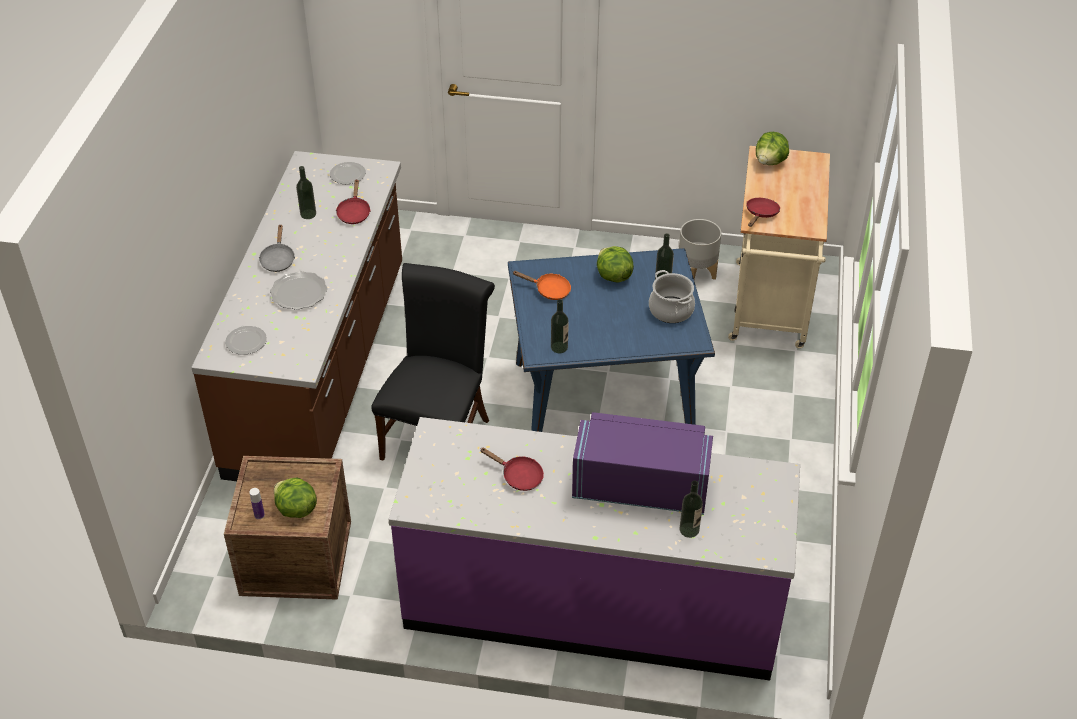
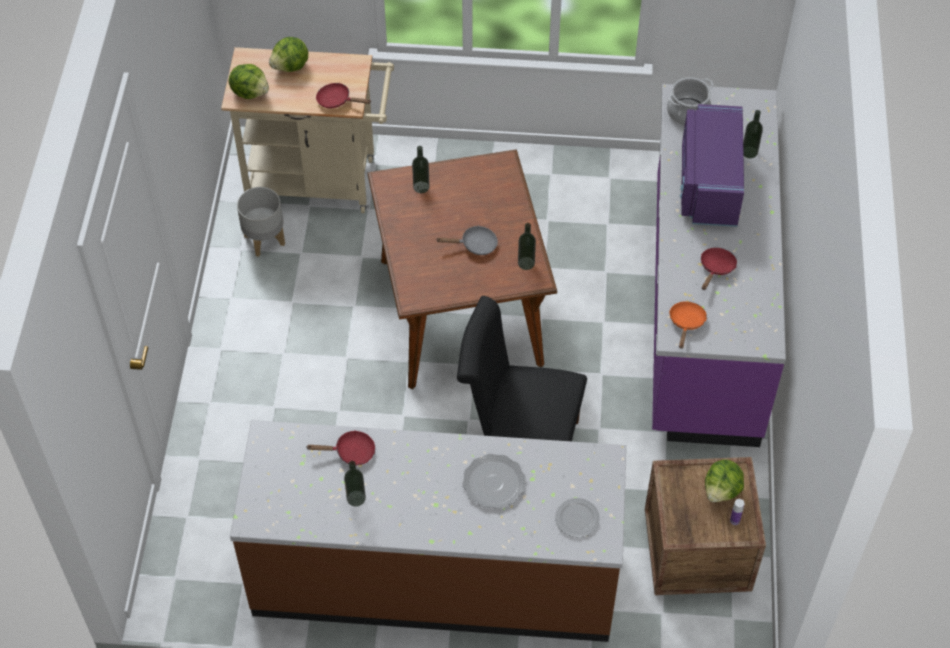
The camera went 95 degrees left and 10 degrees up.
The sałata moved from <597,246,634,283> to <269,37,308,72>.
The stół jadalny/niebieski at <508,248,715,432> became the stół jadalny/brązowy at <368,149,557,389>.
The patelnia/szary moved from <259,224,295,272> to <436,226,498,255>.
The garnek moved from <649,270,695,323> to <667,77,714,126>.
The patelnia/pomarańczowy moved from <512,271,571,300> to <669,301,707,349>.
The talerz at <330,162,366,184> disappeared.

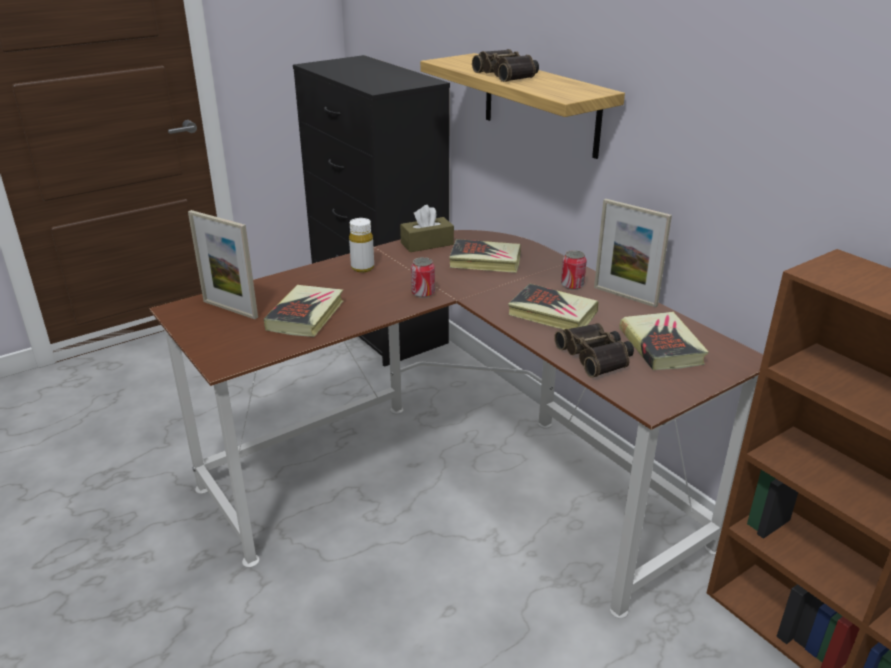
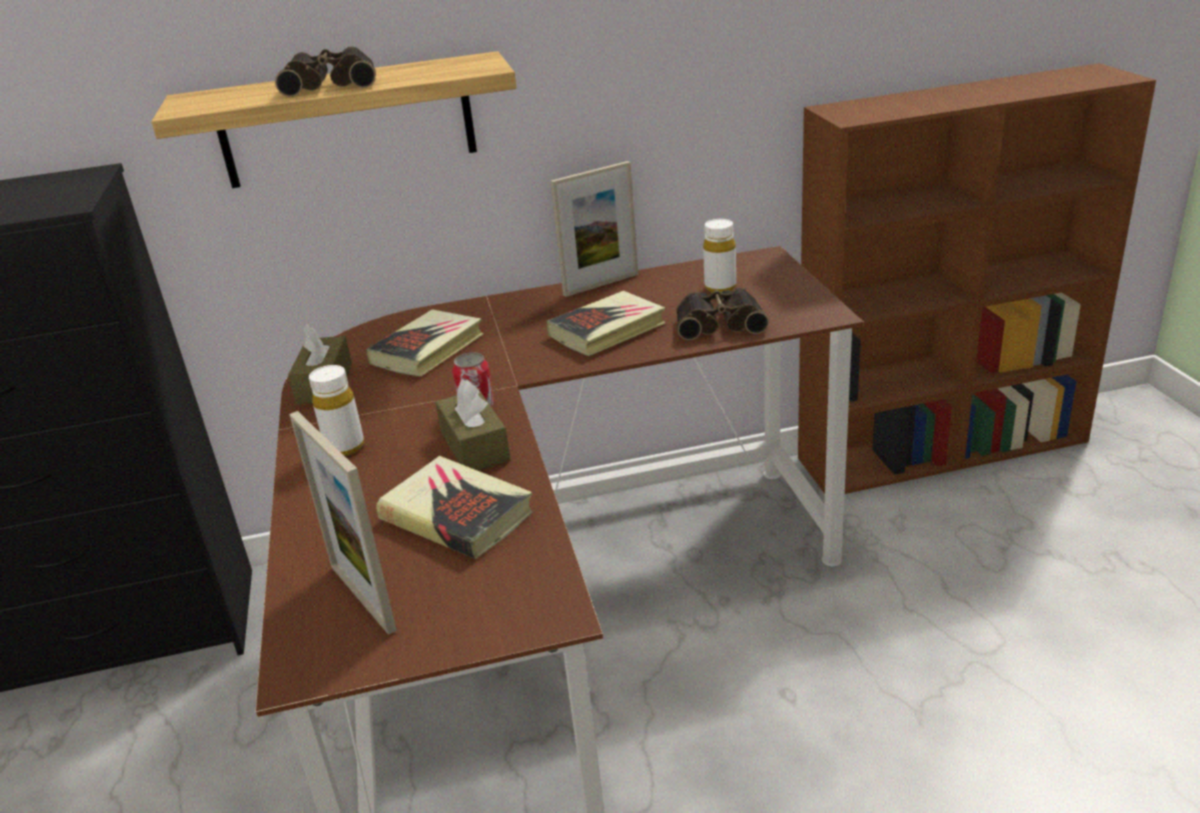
The camera went 65 degrees left and 0 degrees up.
The ramka na zdjęcie at <188,210,258,319> turned 90 degrees clockwise.
The pudełko chusteczek/brązowy at <435,379,511,471> appeared.
The książka at <619,312,709,370> was replaced by the butelka/biały at <703,219,736,292>.
The puszka at <561,250,587,290> disappeared.

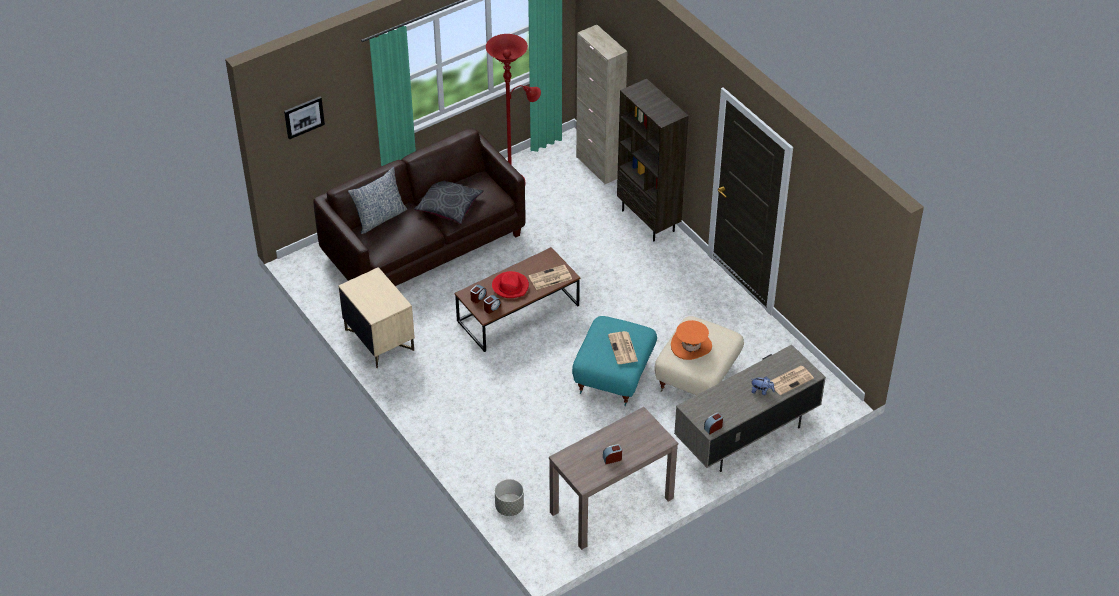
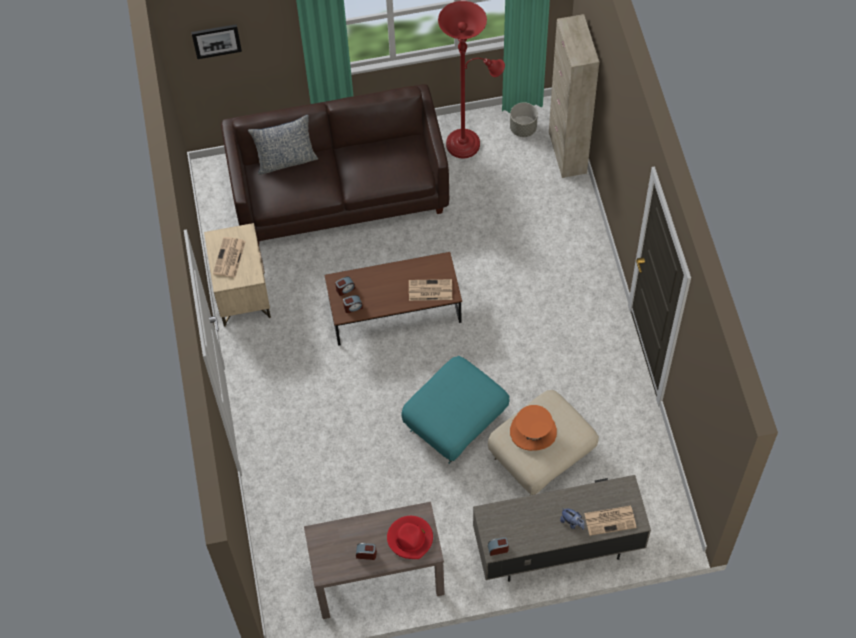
The camera went 25 degrees right and 15 degrees up.
The gazeta moved from <608,331,638,364> to <213,237,246,278>.
The kapelusz/czerwony moved from <492,271,529,298> to <387,516,433,559>.
The donica/szary moved from <495,479,524,516> to <510,102,538,137>.
The poduszka/szary at <414,181,484,224> disappeared.
The regał/brązowy at <617,79,688,241> disappeared.

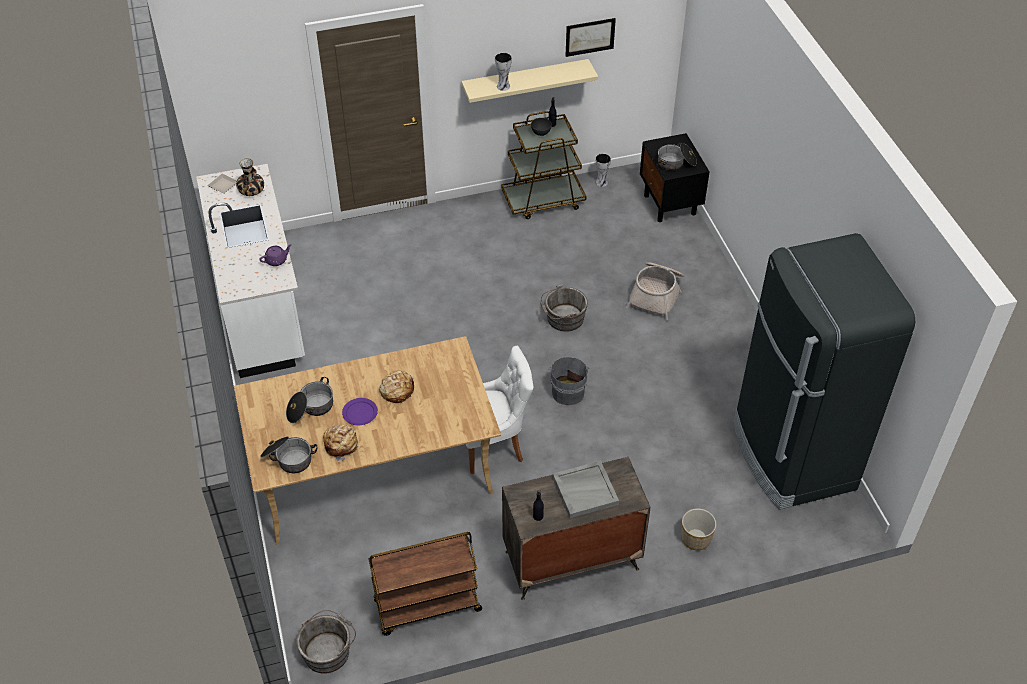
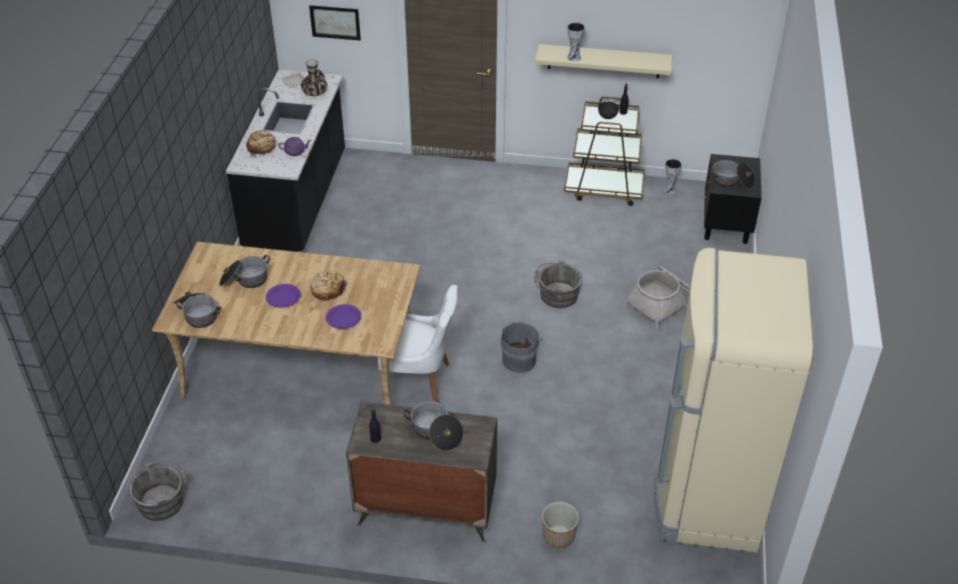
The camera went 25 degrees right and 5 degrees down.
The zabudowa kuchenna/biały at <196,164,305,378> became the zabudowa kuchenna/czarny at <226,70,345,252>.
The chleb moved from <323,424,359,462> to <246,130,276,156>.
The obraz moved from <566,18,616,57> to <309,5,361,40>.
The talerz/fioletowy at <326,304,361,329> appeared.
The taca/szary at <553,461,619,518> was replaced by the garnek at <404,401,464,451>.
The lodówka/czarny at <734,233,915,510> became the lodówka/beżowy at <654,248,813,552>.
The wózek/brązowy at <368,532,482,636> disappeared.

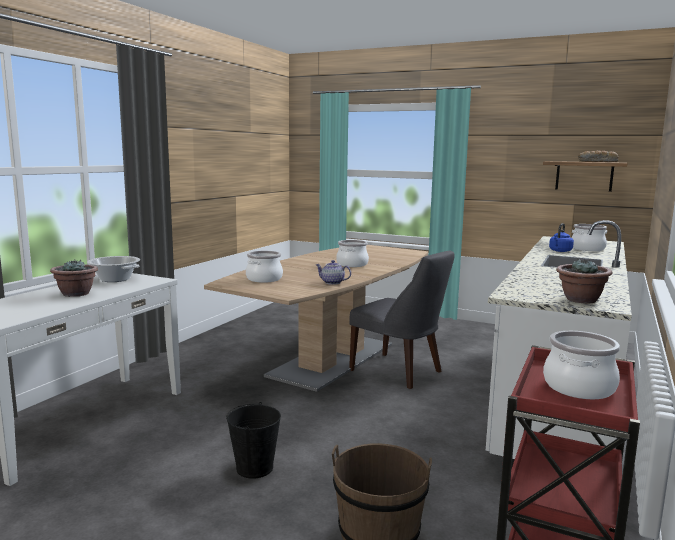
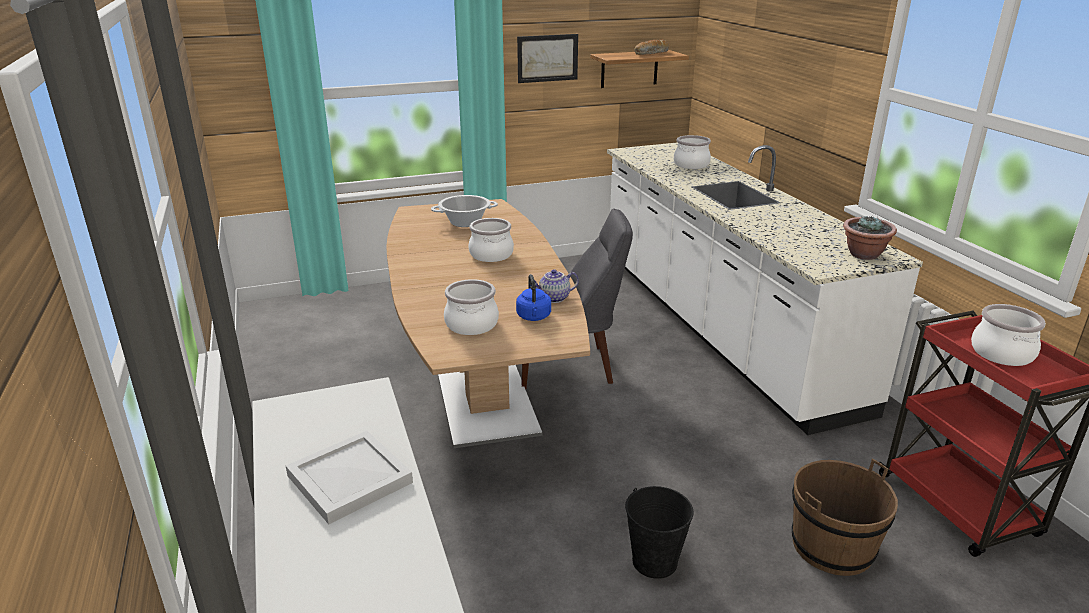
The camera went 45 degrees left and 15 degrees up.
The roślina doniczkowa at <50,259,98,297> was replaced by the taca/biały at <286,431,413,524>.
The garnek moved from <87,256,140,282> to <431,195,498,227>.
The czajnik/niebieski moved from <549,223,574,252> to <516,274,551,321>.
The obraz at <517,34,578,83> appeared.

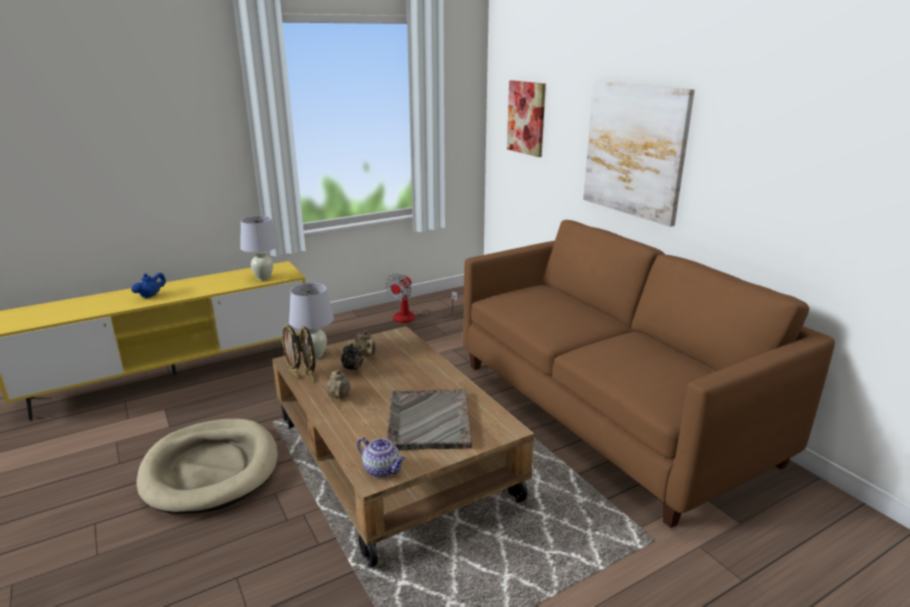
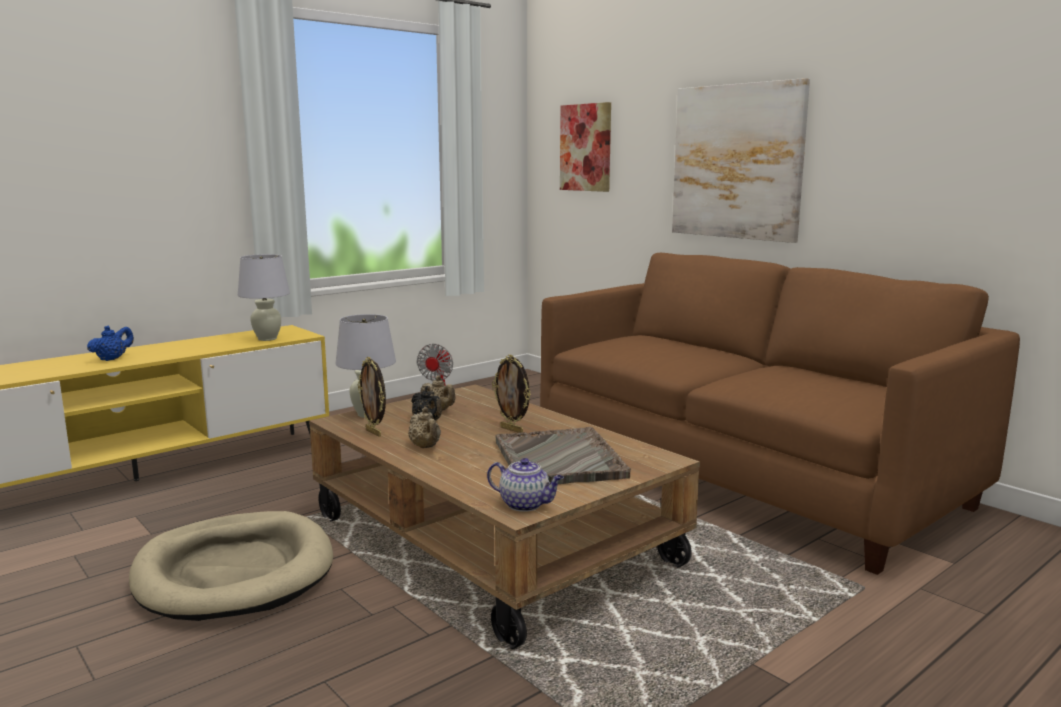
The camera went 10 degrees left and 10 degrees down.
The ramka na zdjęcie moved from <282,324,301,380> to <492,355,531,433>.

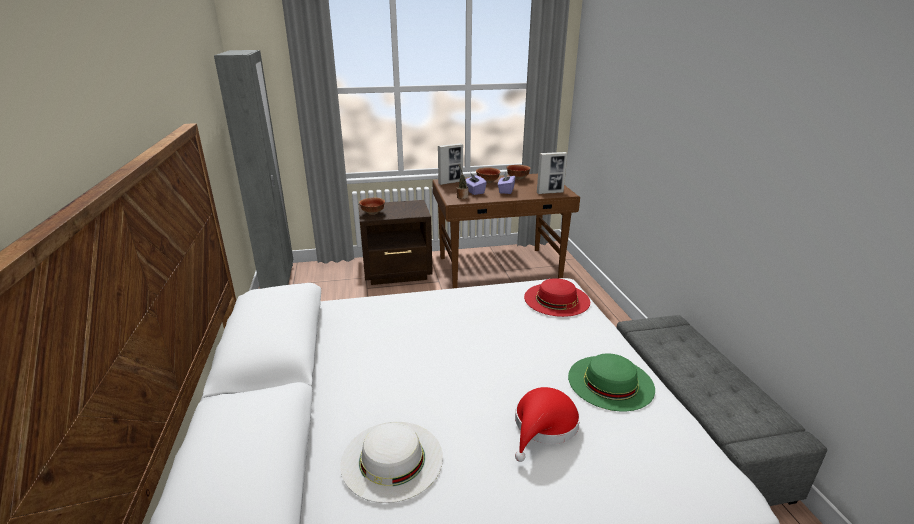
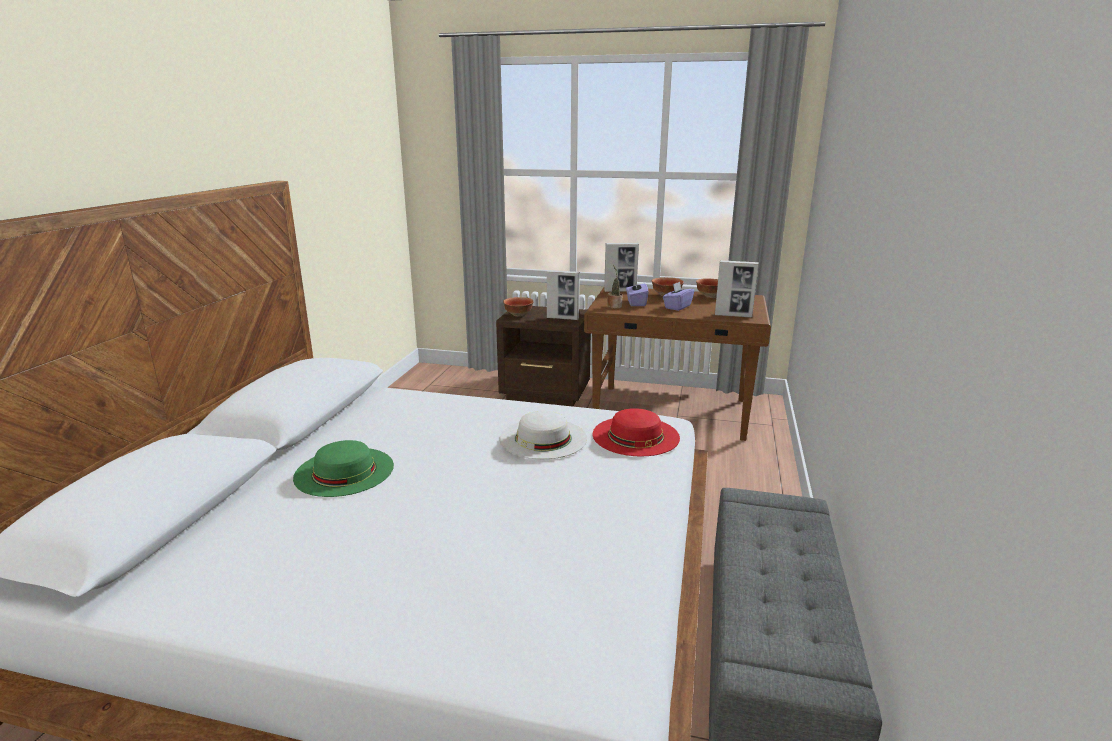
The camera went 25 degrees right and 5 degrees down.
The kapelusz/zielony moved from <568,353,655,411> to <293,440,394,497>.
The kapelusz/biały moved from <341,422,443,503> to <500,411,587,459>.
The ramka na zdjęcie at <547,270,580,320> appeared.
The szafa/szary at <214,50,293,289> disappeared.
The kapelusz/czerwony at <515,387,580,462> disappeared.

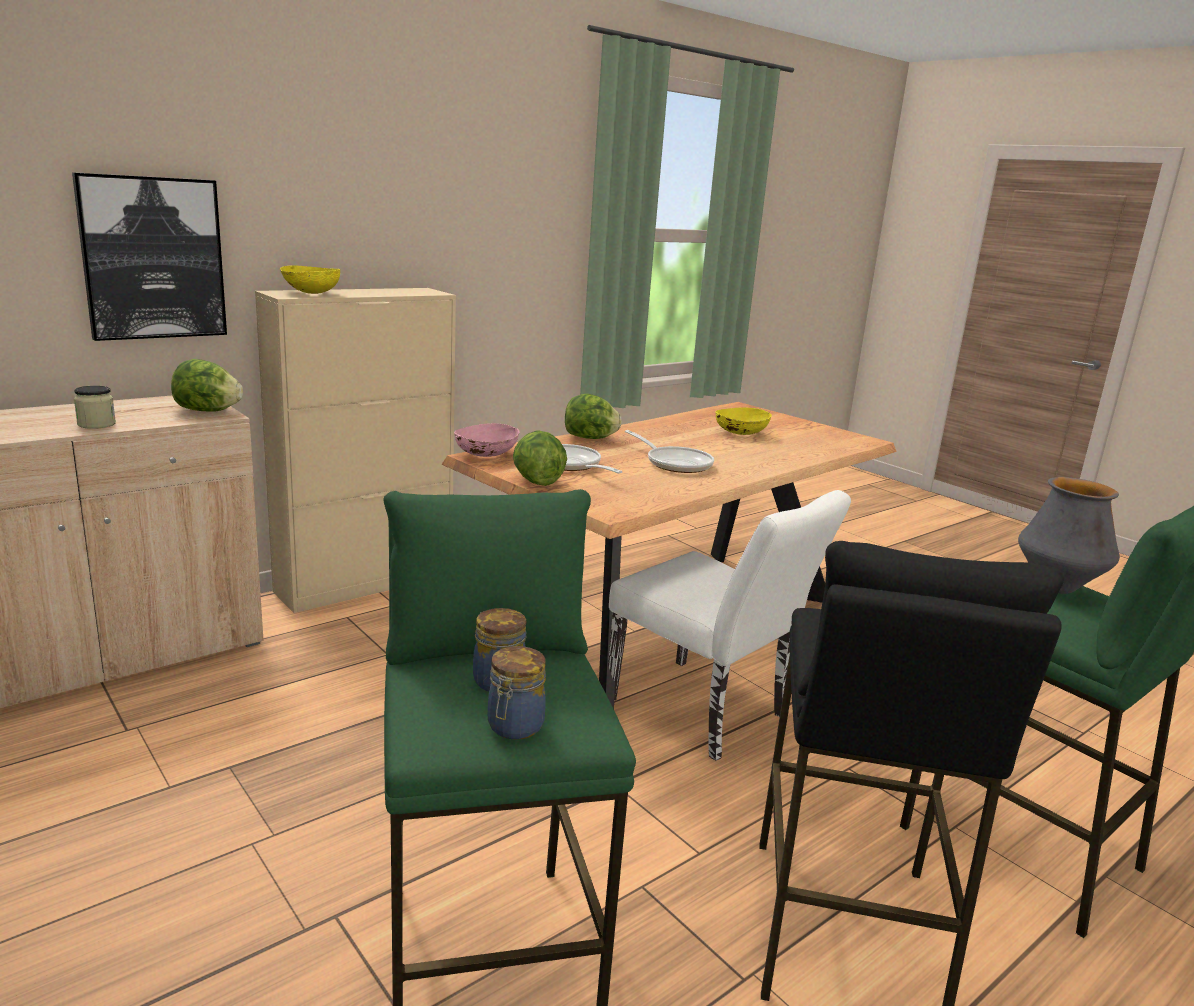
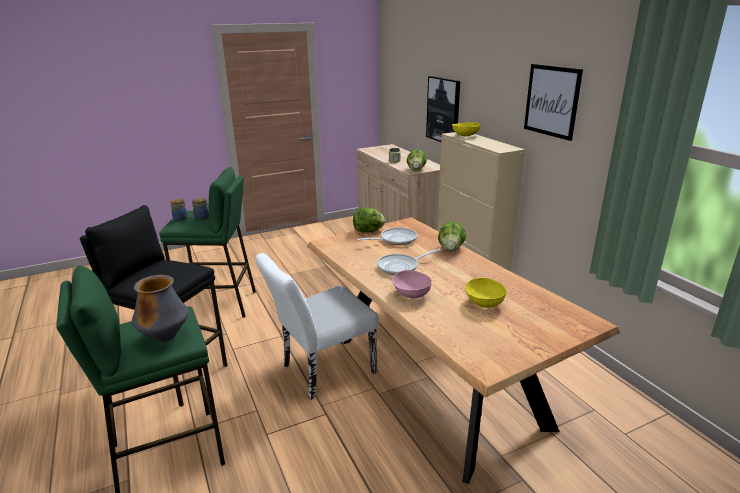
The camera went 105 degrees right and 5 degrees up.
The miska/różowy moved from <454,423,520,457> to <392,270,432,298>.
The obraz at <524,64,583,141> appeared.

